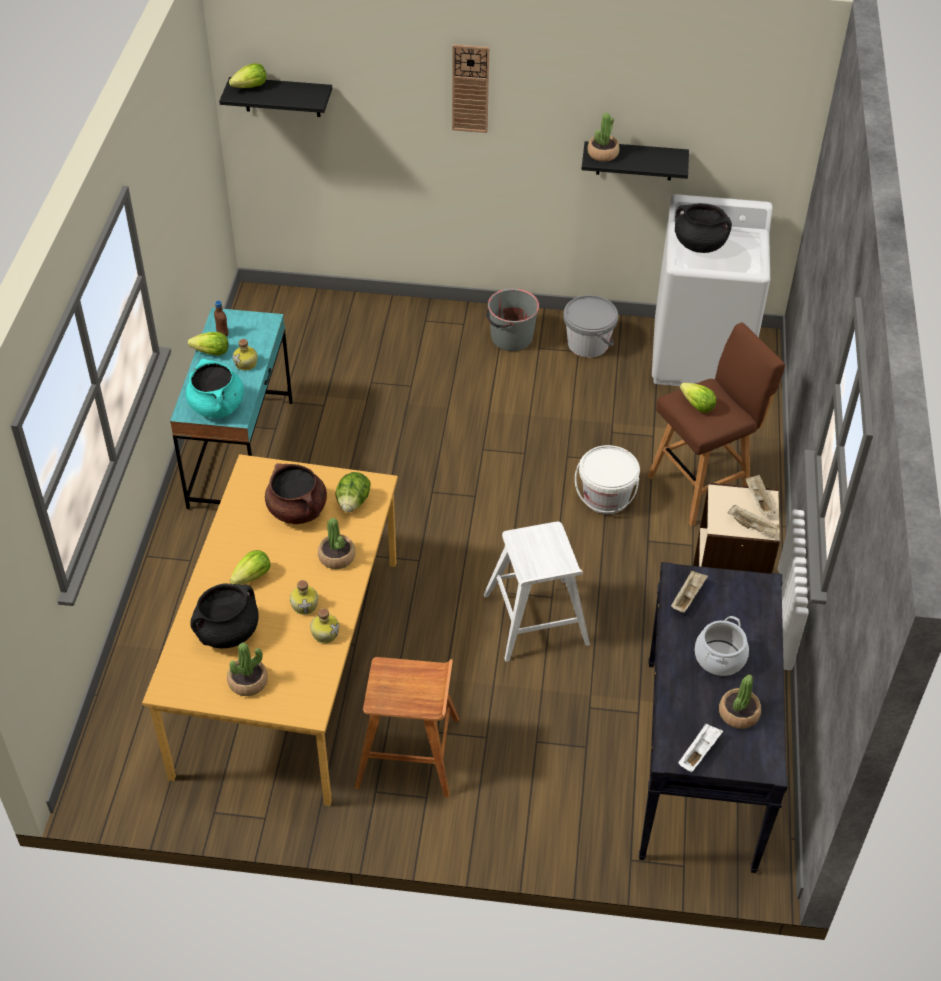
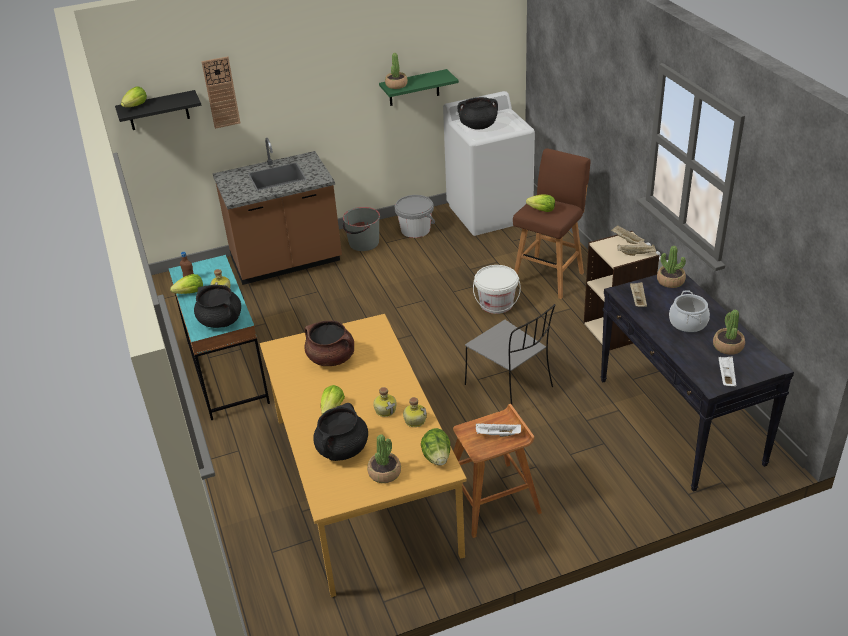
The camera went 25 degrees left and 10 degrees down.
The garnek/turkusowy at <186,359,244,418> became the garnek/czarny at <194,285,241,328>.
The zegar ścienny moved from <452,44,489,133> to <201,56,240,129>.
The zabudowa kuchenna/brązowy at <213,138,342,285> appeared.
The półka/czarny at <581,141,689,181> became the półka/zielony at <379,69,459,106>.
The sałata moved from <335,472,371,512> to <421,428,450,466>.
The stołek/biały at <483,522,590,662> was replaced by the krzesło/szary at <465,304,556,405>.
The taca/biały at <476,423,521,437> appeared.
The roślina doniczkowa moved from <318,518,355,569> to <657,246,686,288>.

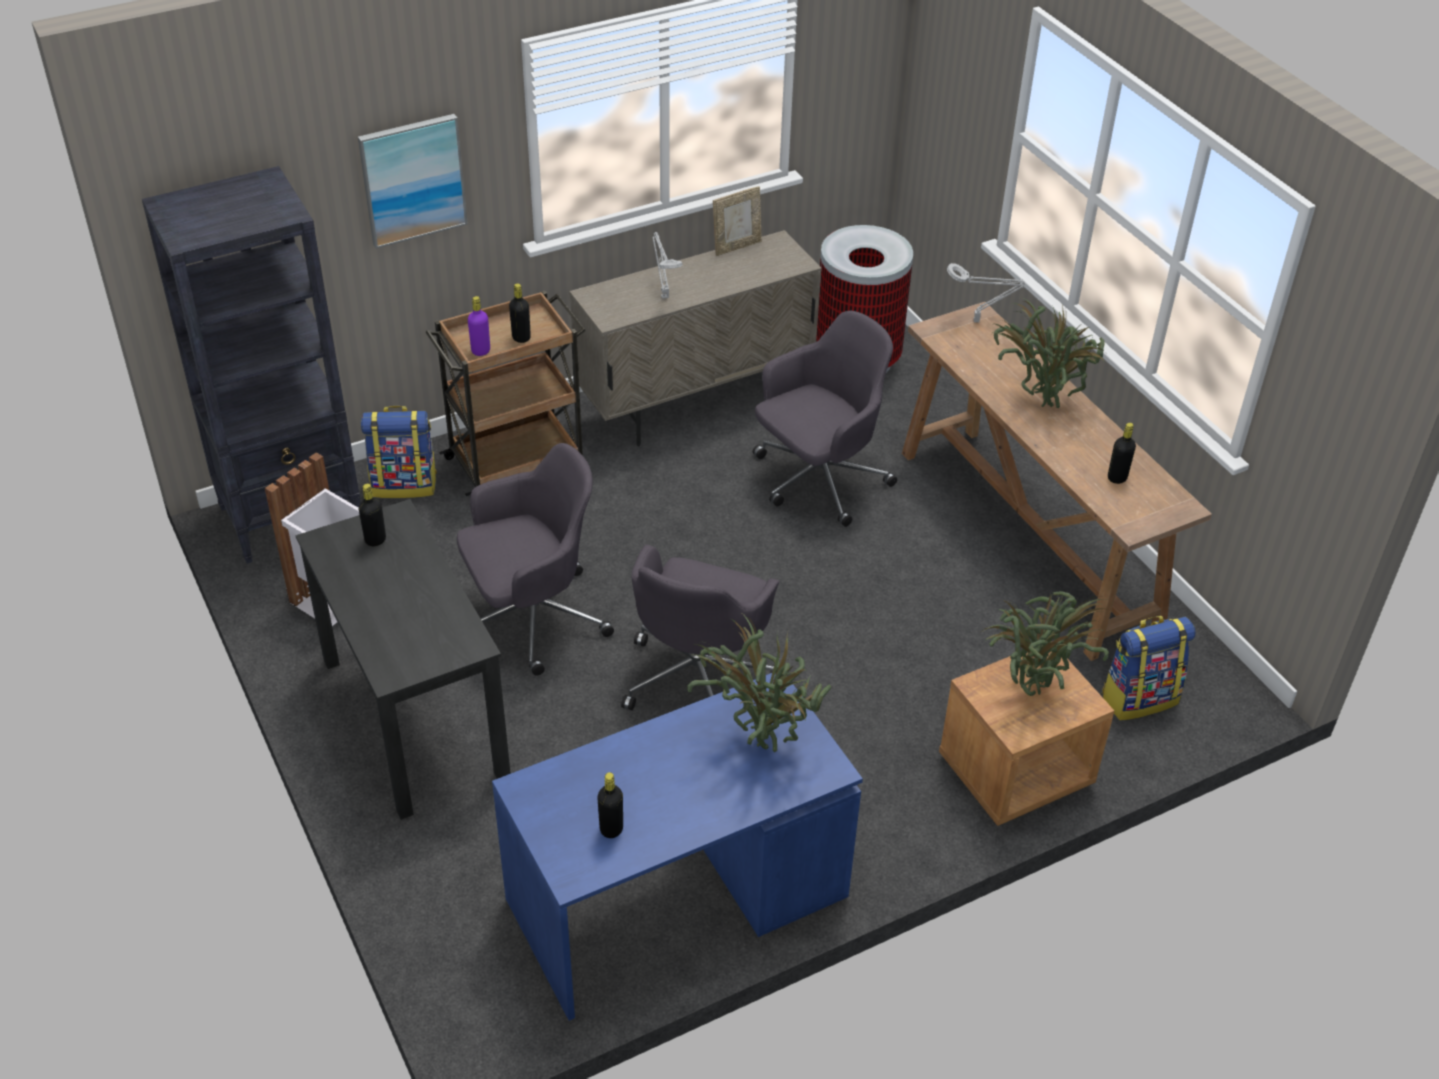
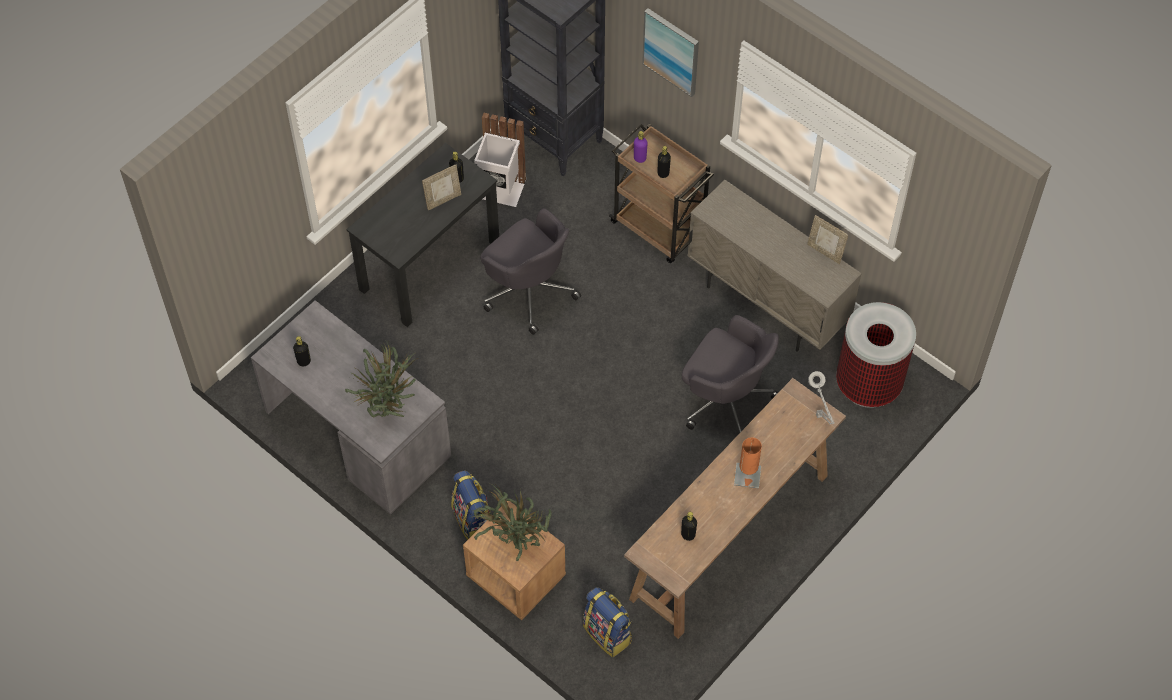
The camera went 70 degrees right and 15 degrees up.
The biurko/niebieski at <492,673,863,1021> became the biurko/szary at <251,300,451,515>.
The ramka na zdjęcie at <422,165,461,210> appeared.
The plecak moved from <361,406,437,498> to <451,470,492,540>.
The roślina doniczkowa at <994,297,1105,408> was replaced by the lampa stołowa/pomarańczowy at <734,437,762,489>.
The krzesło biurowe/szary at <621,545,779,710> disappeared.
The lampa stołowa/szary at <653,232,683,299> disappeared.

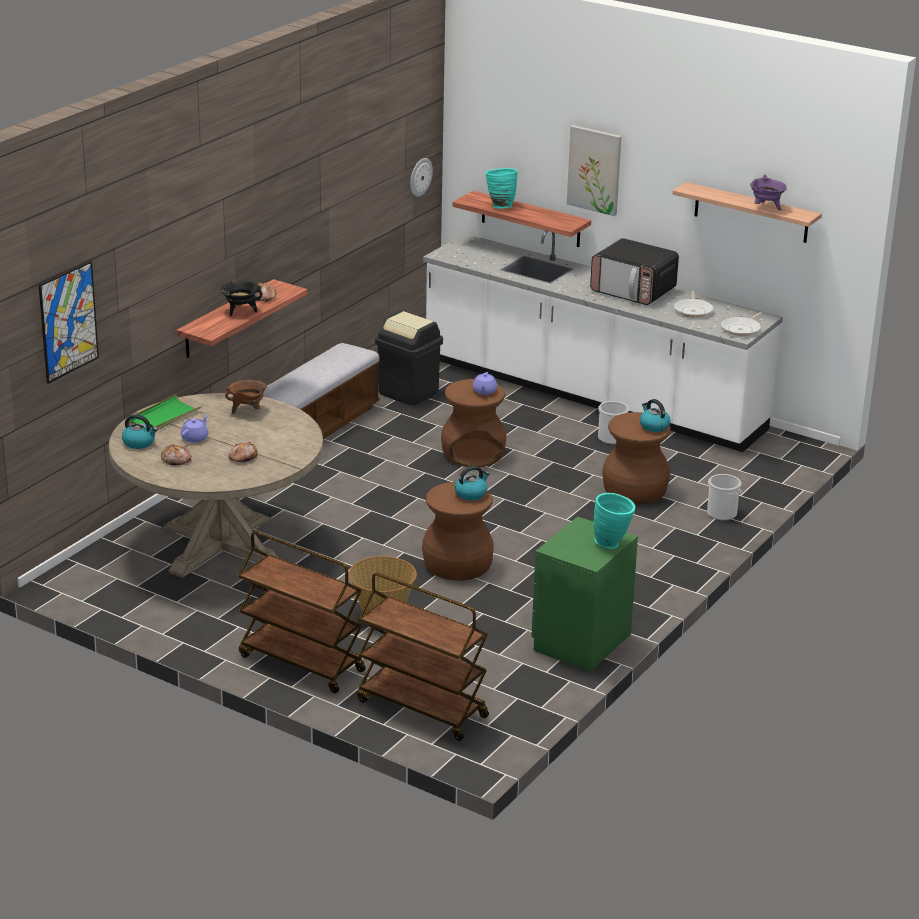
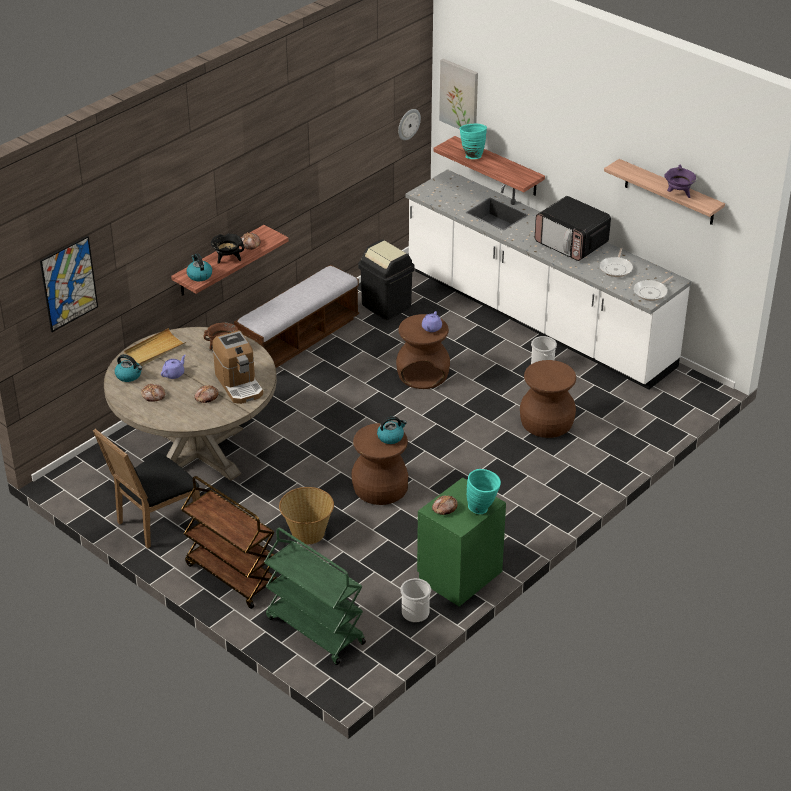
The camera went 10 degrees right and 10 degrees up.
The krzesło/czarny at <93,429,200,548> appeared.
The taca/zielony at <129,394,202,430> became the taca/beżowy at <124,328,186,366>.
The czajnik moved from <640,399,670,432> to <186,253,212,281>.
The ekspres do kawy at <212,330,263,404> appeared.
The wózek/brązowy at <357,573,489,741> became the wózek/zielony at <264,528,366,665>.
The wiadro moved from <707,474,741,520> to <400,578,431,622>.
The chleb at <432,495,458,515> appeared.
The obraz moved from <567,125,622,216> to <439,59,478,129>.

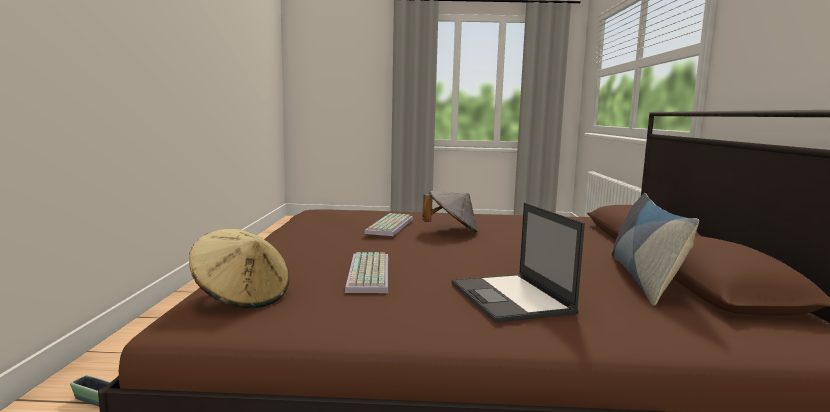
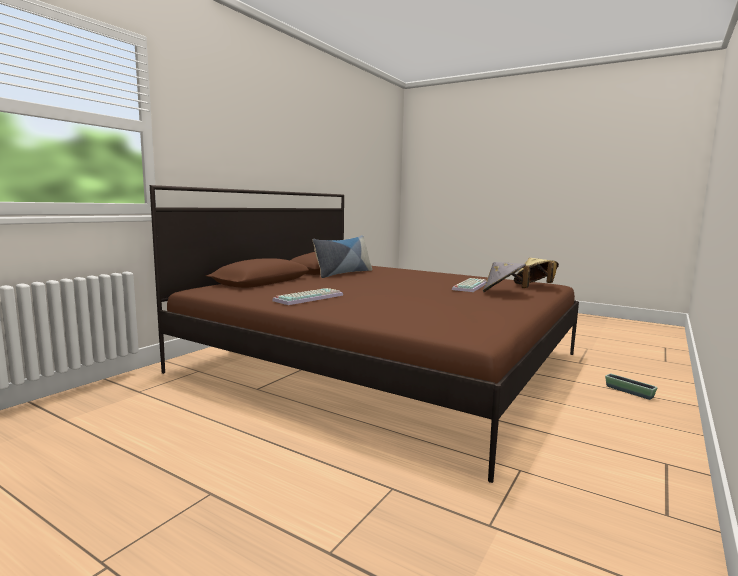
The camera went 150 degrees left and 0 degrees up.
The klawiatura moved from <364,213,413,236> to <272,288,343,305>.
The kapelusz/szary moved from <422,191,478,233> to <483,262,530,292>.
The laptop at <452,203,585,323> disappeared.

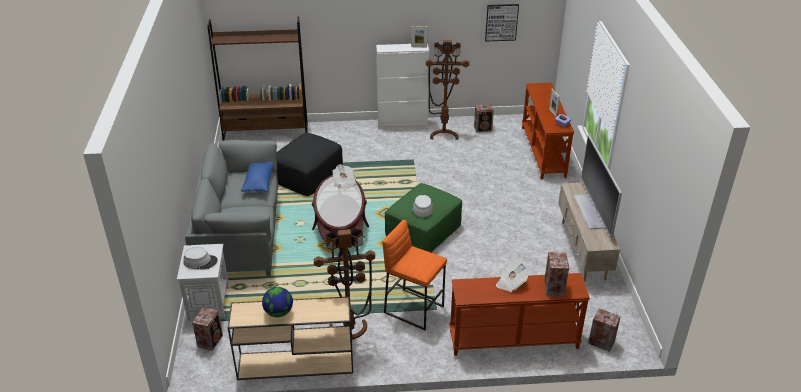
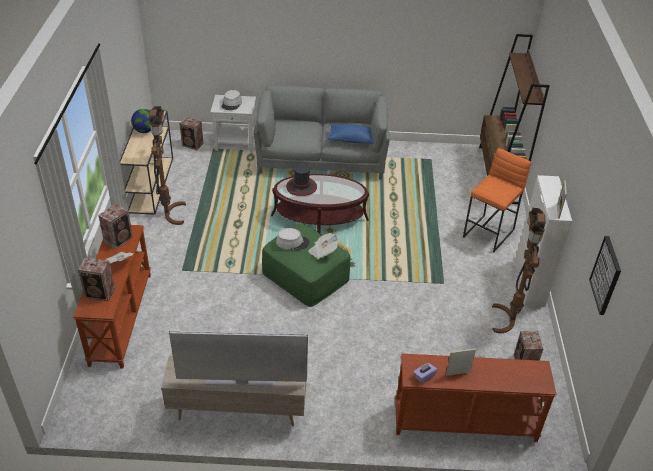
The camera went 95 degrees right and 5 degrees up.
The głośnik moved from <588,309,621,352> to <98,204,133,249>.
The kapelusz at <286,163,317,196> appeared.
The gazeta moved from <332,164,356,190> to <309,233,339,259>.
The stołek/pomarańczowy moved from <383,220,447,330> to <463,148,531,252>.
The pufa/czarny at <276,133,343,196> disappeared.

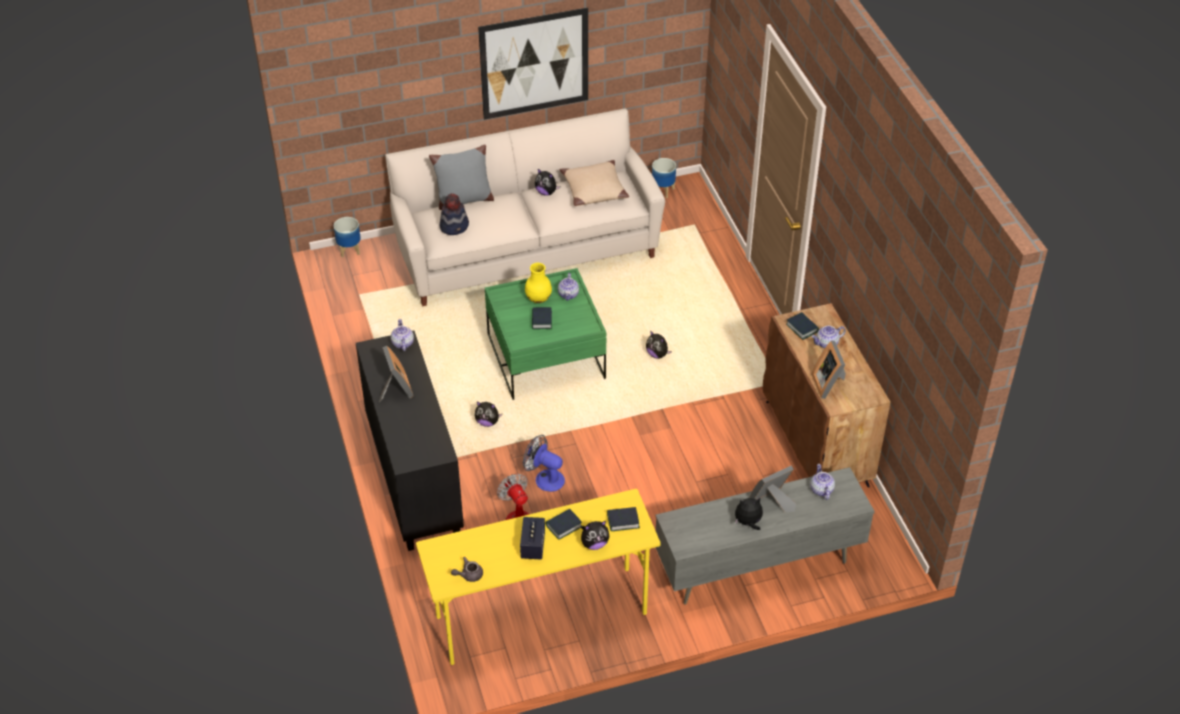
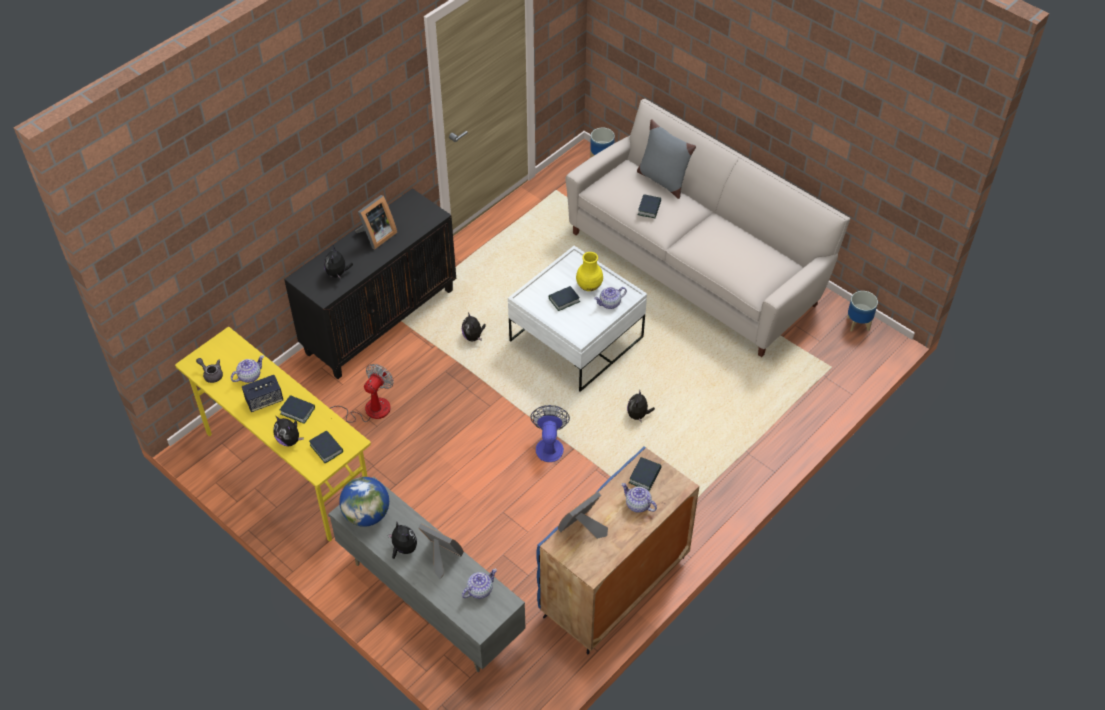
The camera went 60 degrees right and 5 degrees up.
The imbryk moved from <391,319,414,351> to <231,355,264,383>.
The pluszak moved from <535,169,560,196> to <324,246,353,279>.
The globus at <339,477,389,527> appeared.
The ława/zielony at <485,268,607,400> became the ława/biały at <508,246,647,392>.
The wentylator moved from <523,435,565,492> to <530,405,570,462>.
The szafka/brązowy at <763,303,890,487> became the szafka/niebieski at <536,446,699,655>.
The książka at <637,194,661,218> appeared.
The kapelusz at <440,193,469,235> disappeared.
The obraz at <478,7,588,120> disappeared.
The poduszka/beżowy at <560,160,629,206> disappeared.

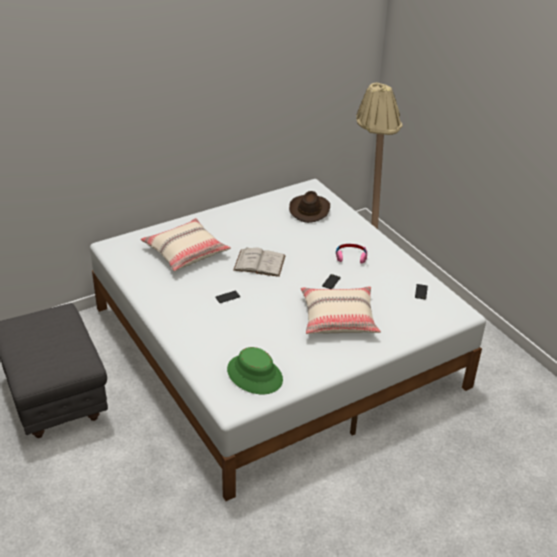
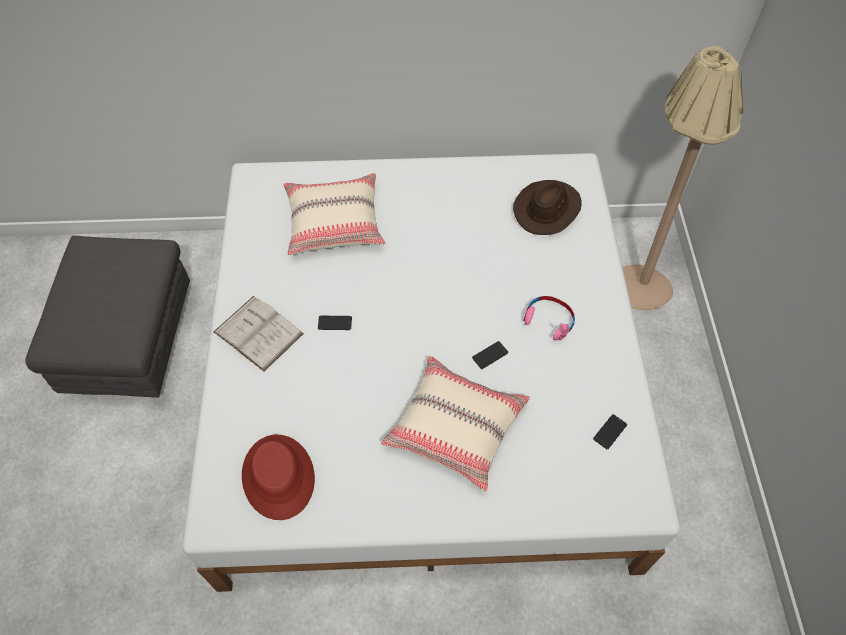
The camera went 30 degrees right and 20 degrees up.
The książka/biały moved from <233,247,286,277> to <214,296,304,372>.
The kapelusz/zielony at <227,347,283,394> became the kapelusz/czerwony at <242,435,315,520>.

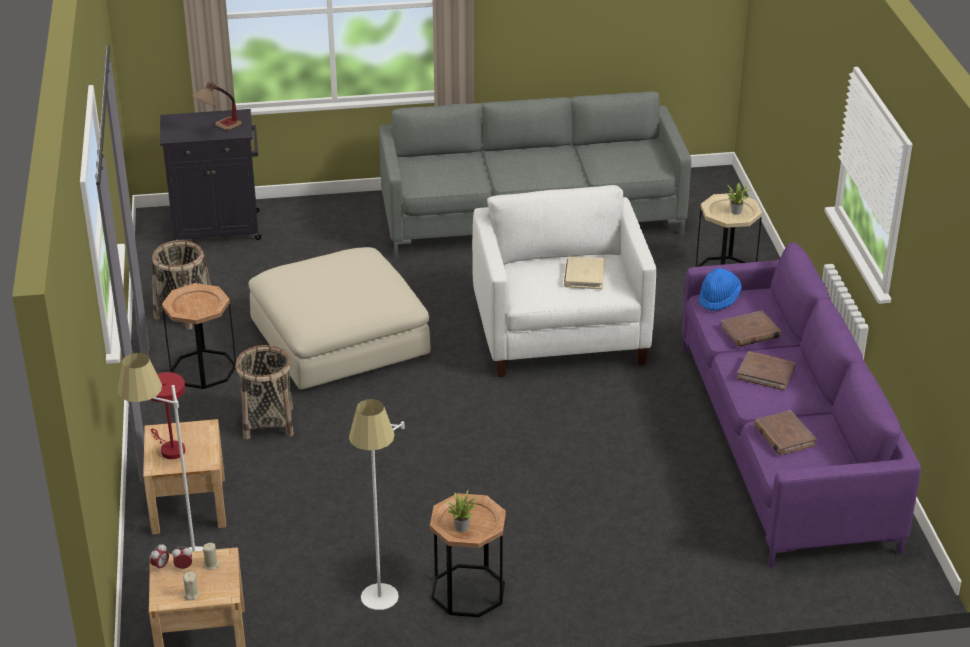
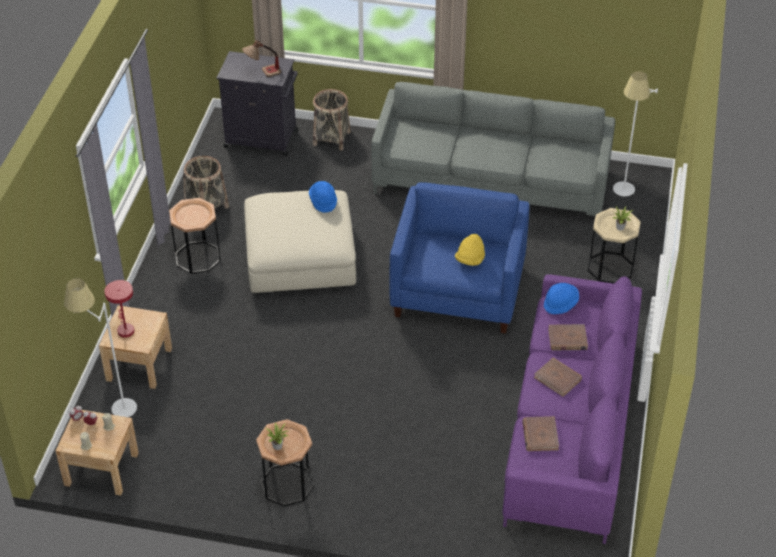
The camera went 20 degrees right and 10 degrees up.
The kapelusz/niebieski at <309,181,337,213> appeared.
The koszyk moved from <235,345,294,439> to <313,89,351,150>.
The fotel/biały at <472,185,656,377> became the fotel/niebieski at <390,182,529,333>.
The książka/beżowy at <564,257,605,289> was replaced by the kapelusz/żółty at <455,234,485,266>.
The lampa stojąca/biały moved from <349,399,404,610> to <613,71,658,196>.

